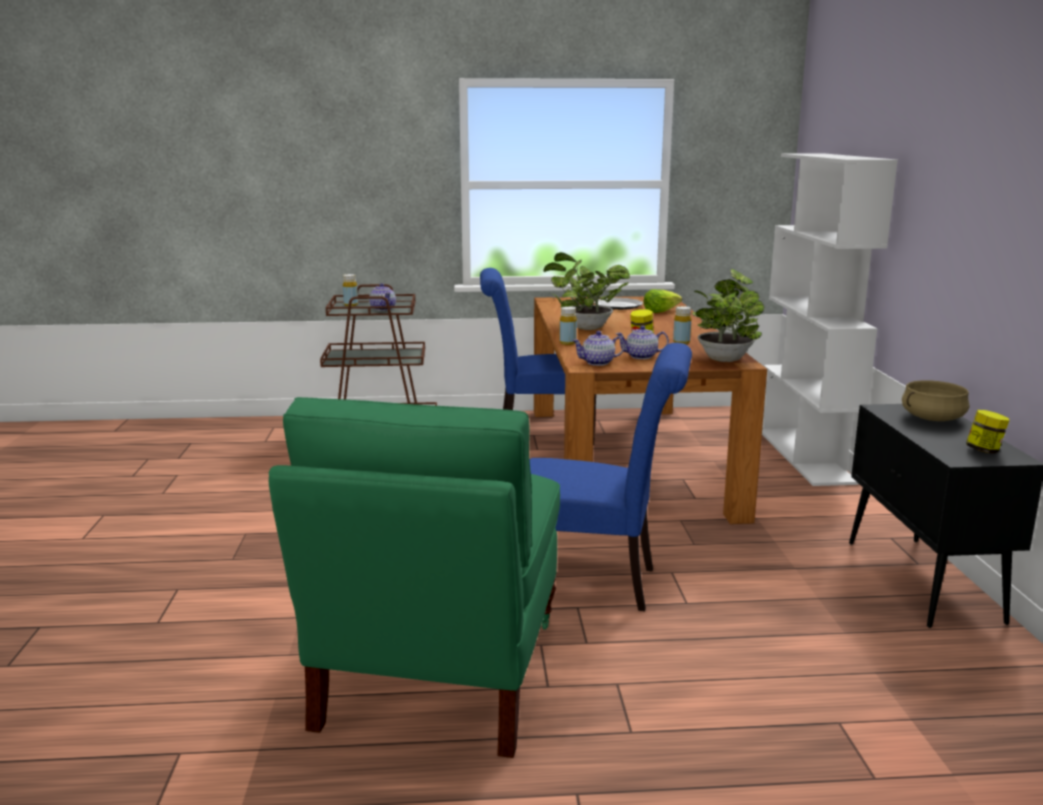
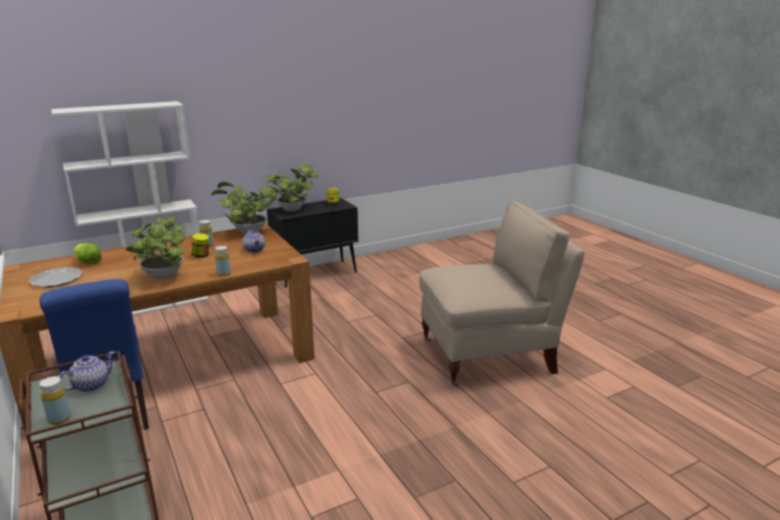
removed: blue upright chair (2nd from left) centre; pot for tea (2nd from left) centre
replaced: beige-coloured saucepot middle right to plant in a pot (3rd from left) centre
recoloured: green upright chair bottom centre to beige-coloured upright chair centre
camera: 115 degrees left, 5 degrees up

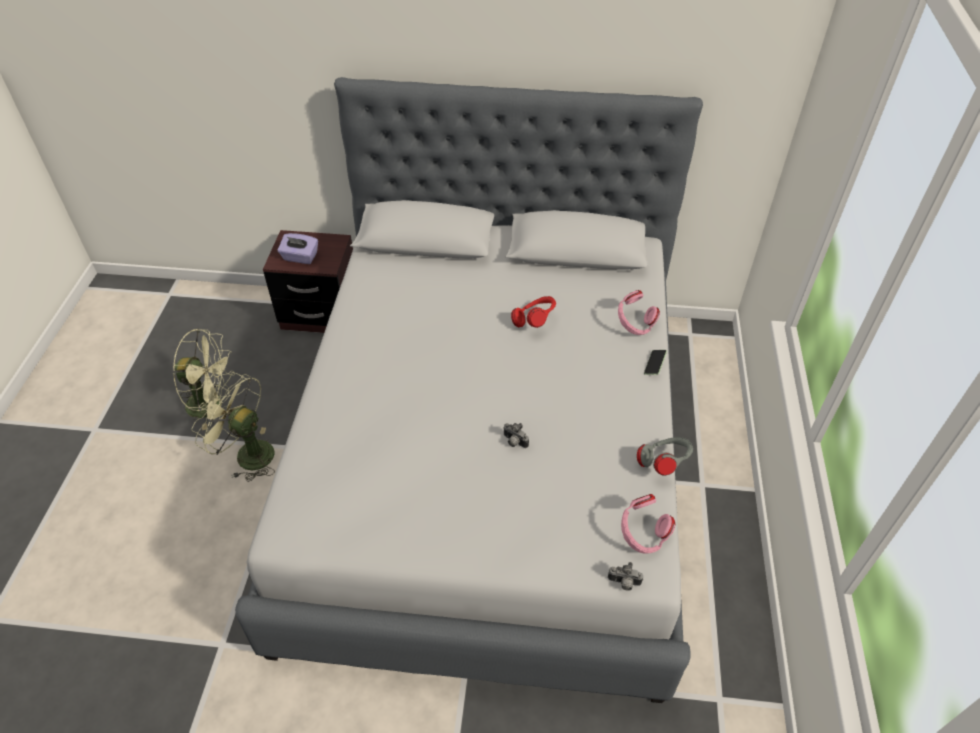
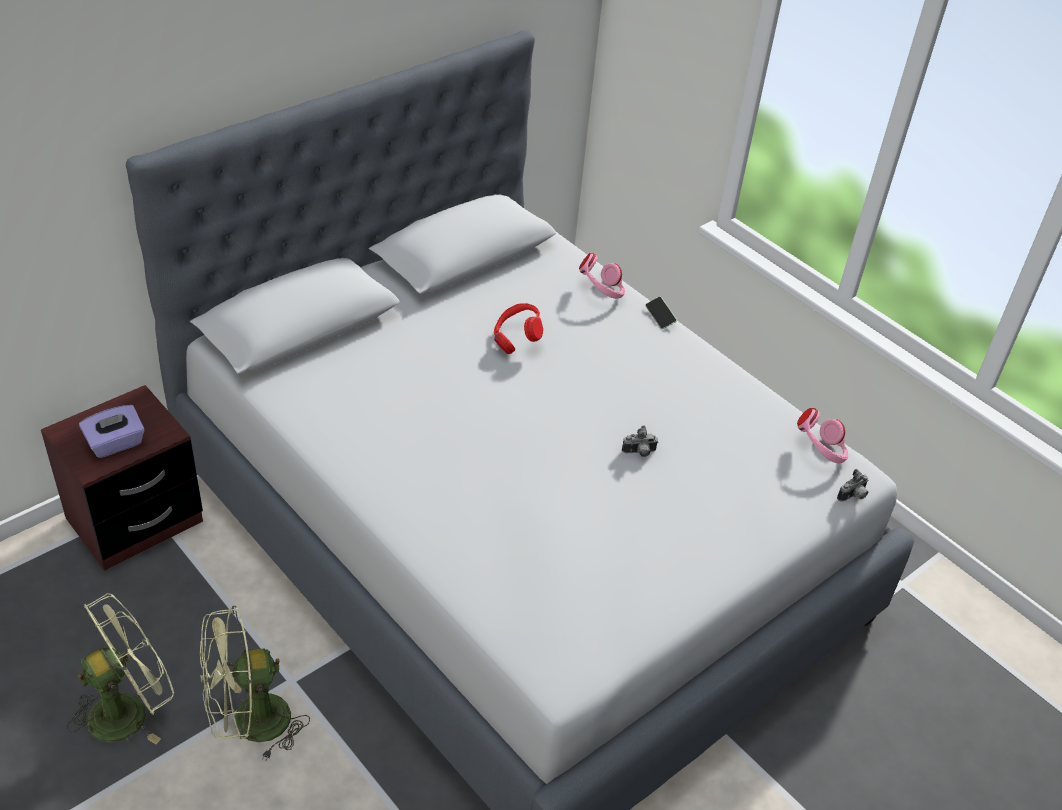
removed: grey headphones middle right
camera: 50 degrees left, 5 degrees down

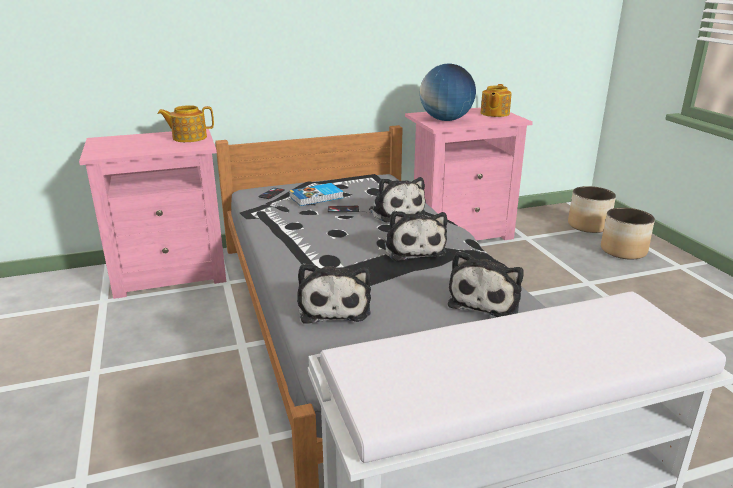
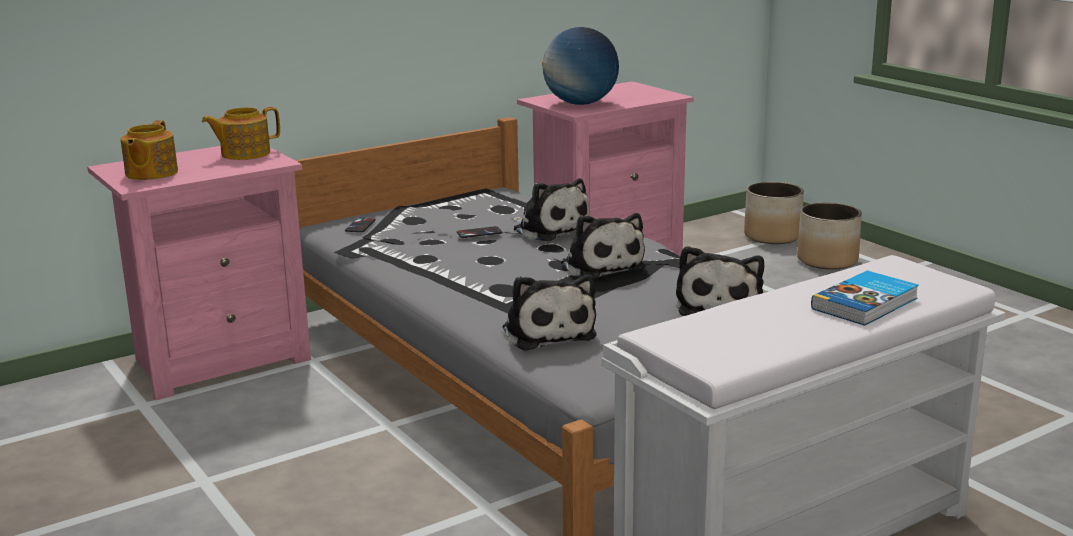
moved: pot for tea (2nd from left in the first image) top right to pot for tea (1st from left) top left; book centre to middle right
camera: 15 degrees left, 5 degrees down

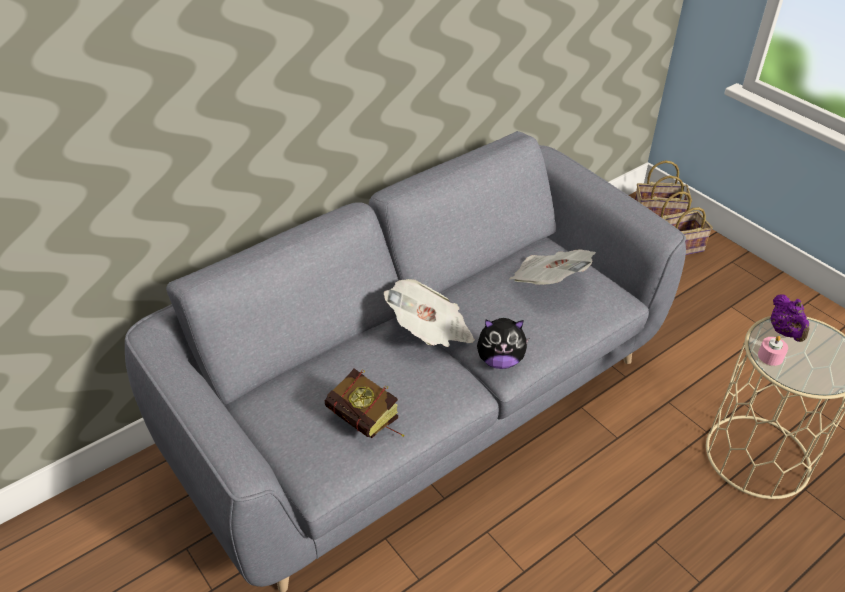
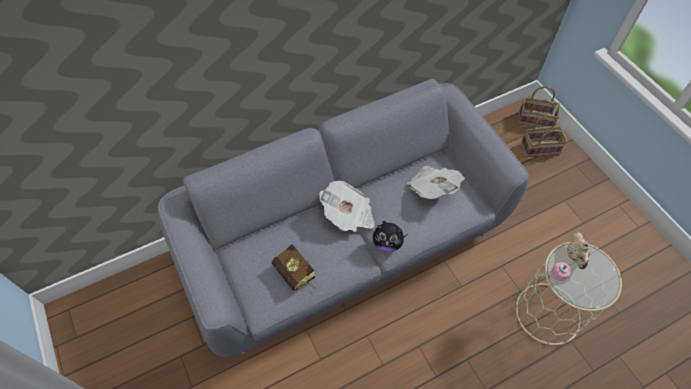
recoloured: purple-coloured pot for tea middle right to beige-coloured pot for tea middle right
camera: 10 degrees right, 15 degrees up

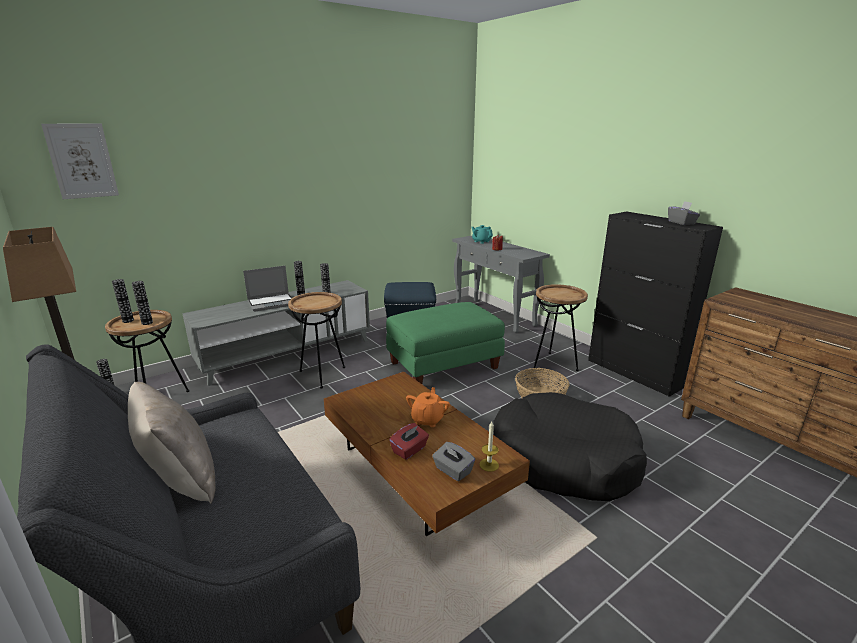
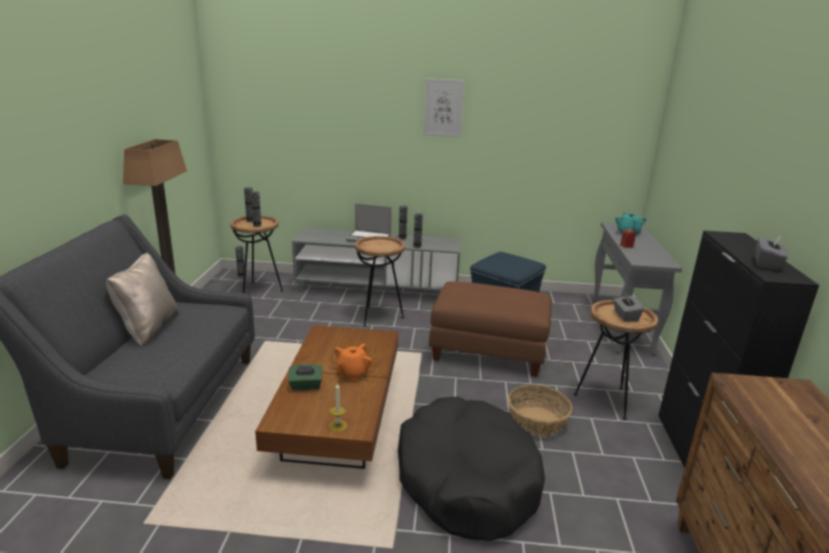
moved: wall art top left to top centre; grey tissue holder (1st from left) bottom centre to middle right
recoloured: red tissue holder bottom centre to green tissue holder bottom centre; green footrest centre to brownish footrest centre
turned: orange-coloured pot for tea centre = centre 150 degrees clockwise
camera: 40 degrees right, 0 degrees up

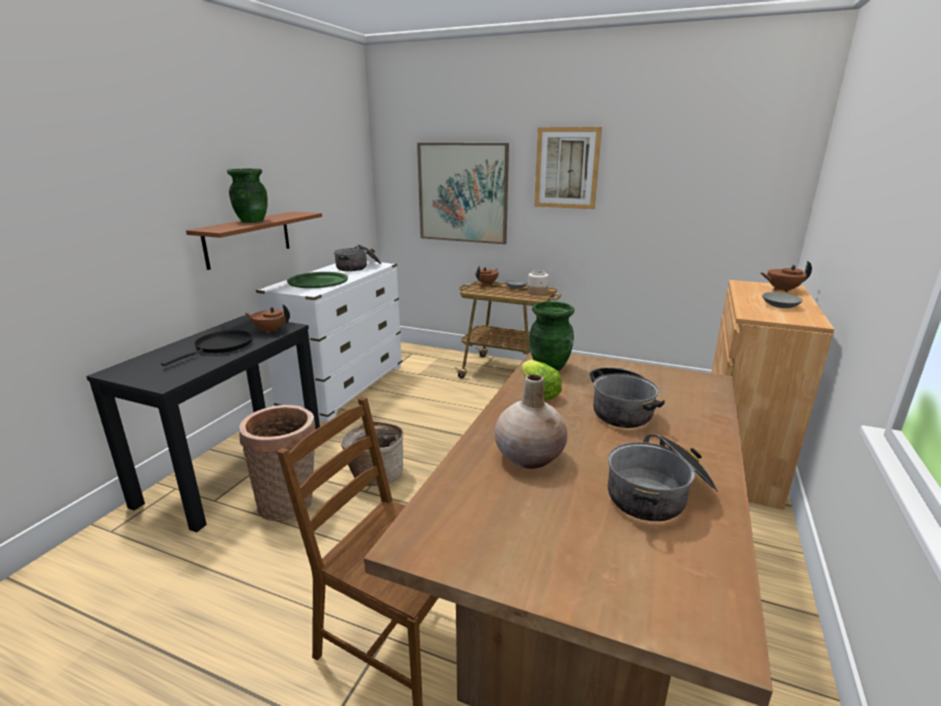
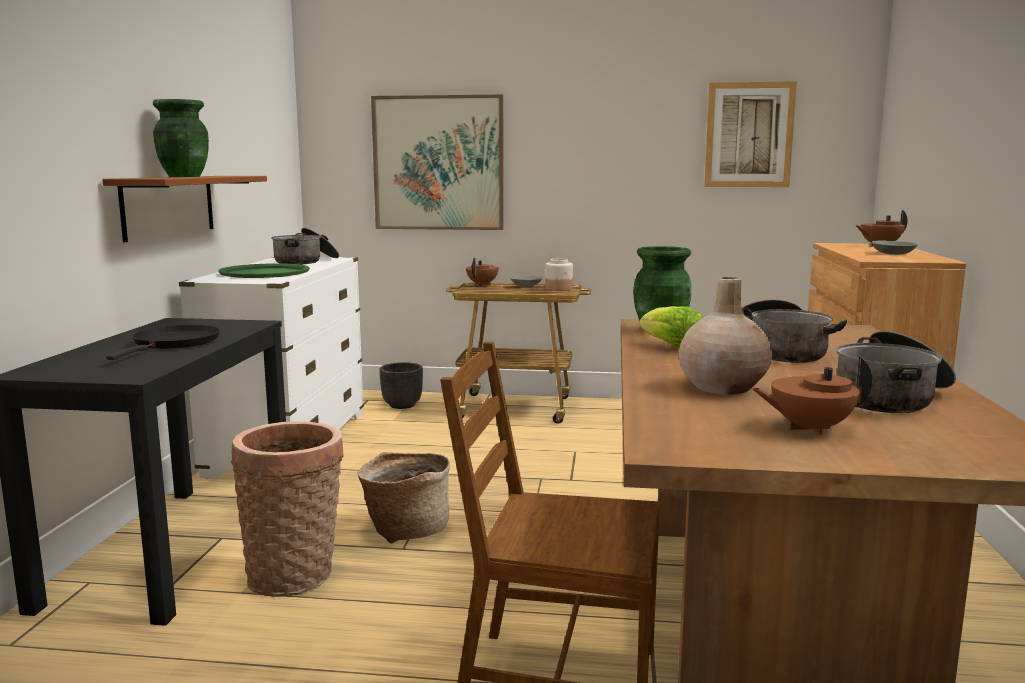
added: black flower pot centre
moved: wall art (2nd from left) top centre to top right; brownish pot for tea (1st from left in the first image) middle left to brownish pot for tea (2nd from left) middle right
camera: 15 degrees left, 10 degrees down

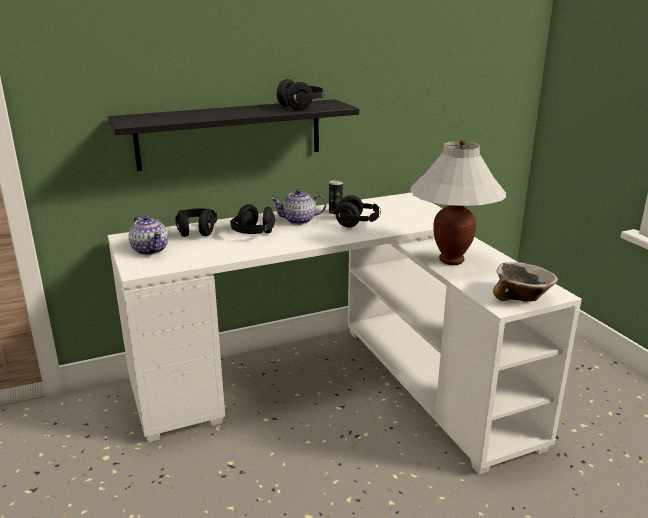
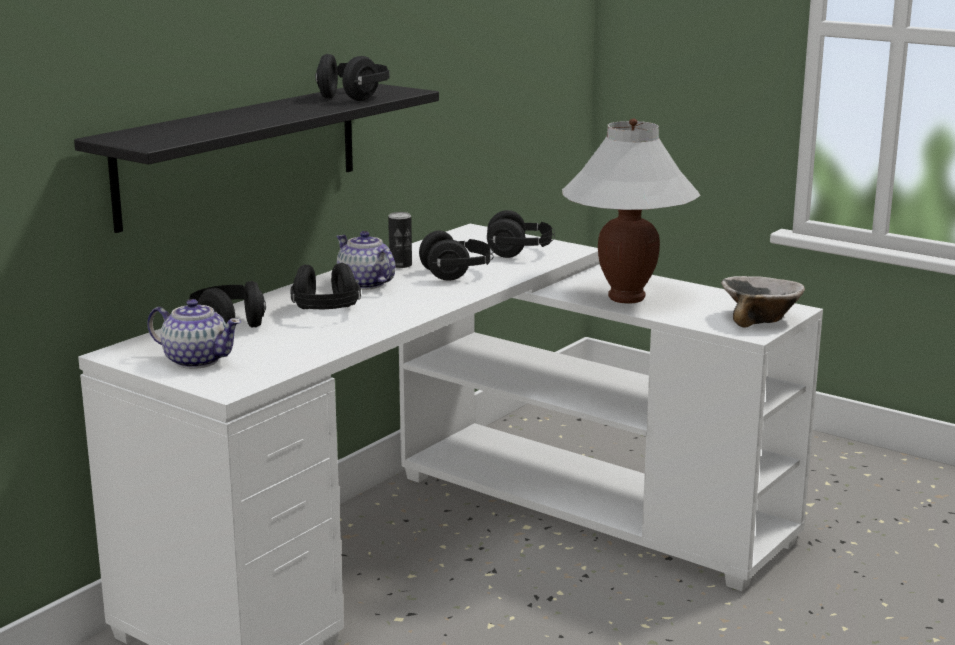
added: black headphones (5th from left) centre
turned: pot for tea (2nd from left) centre = centre 90 degrees clockwise
camera: 30 degrees left, 5 degrees down

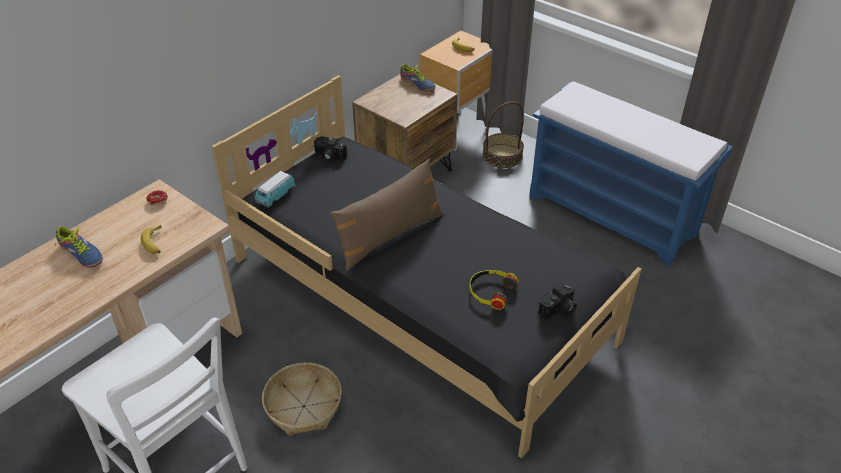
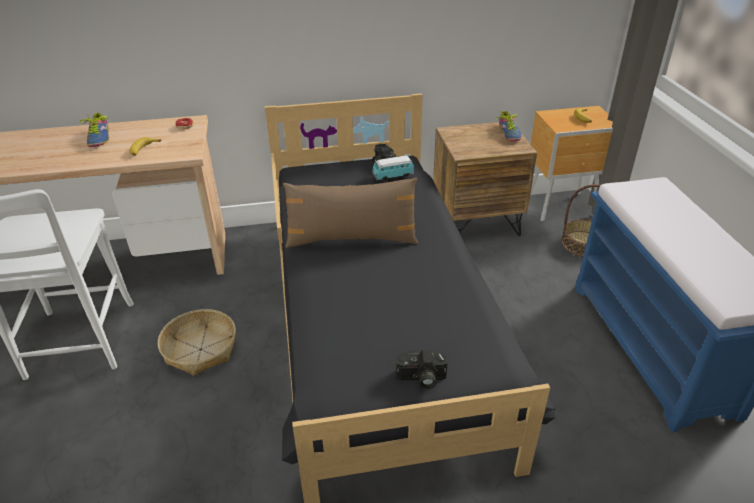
removed: headphones centre
moved: miniature car middle left to centre
camera: 40 degrees right, 5 degrees down

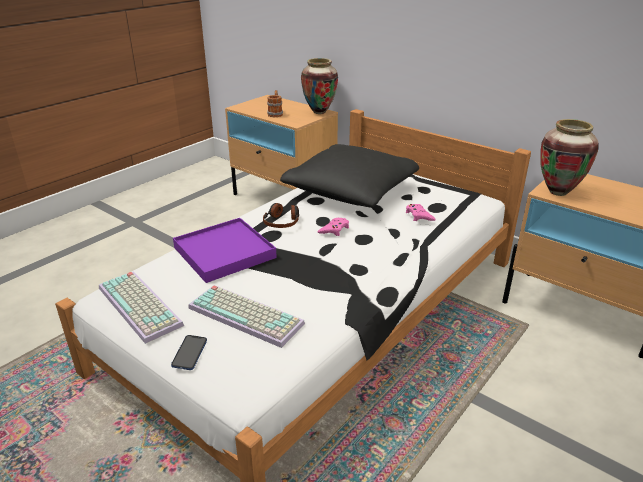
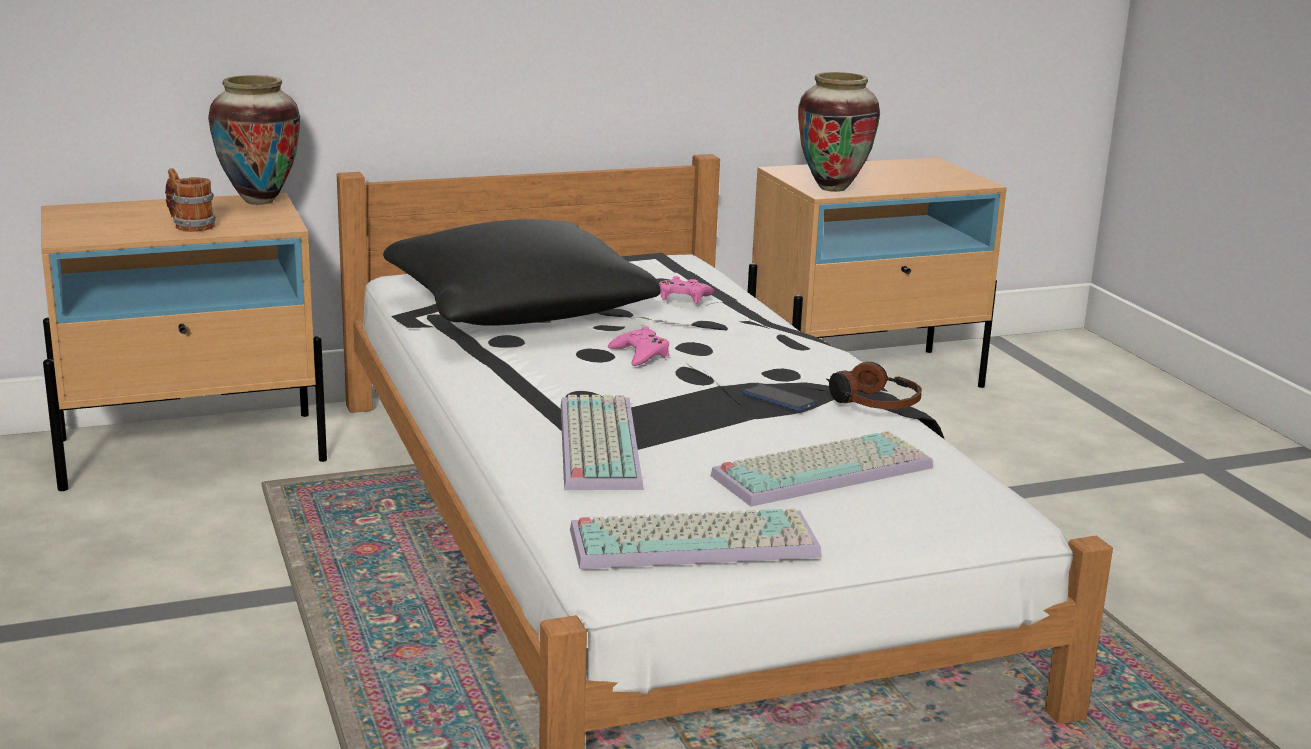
moved: handset bottom left to centre; headphones centre to middle right
replaced: purple-coloured carrying tray centre to computer keyboard (1st from left) centre
camera: 60 degrees left, 10 degrees down

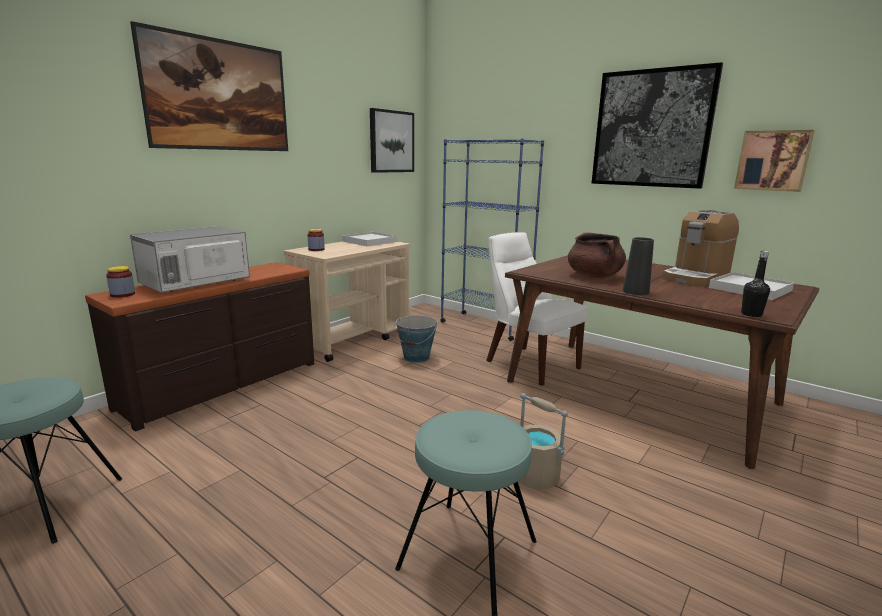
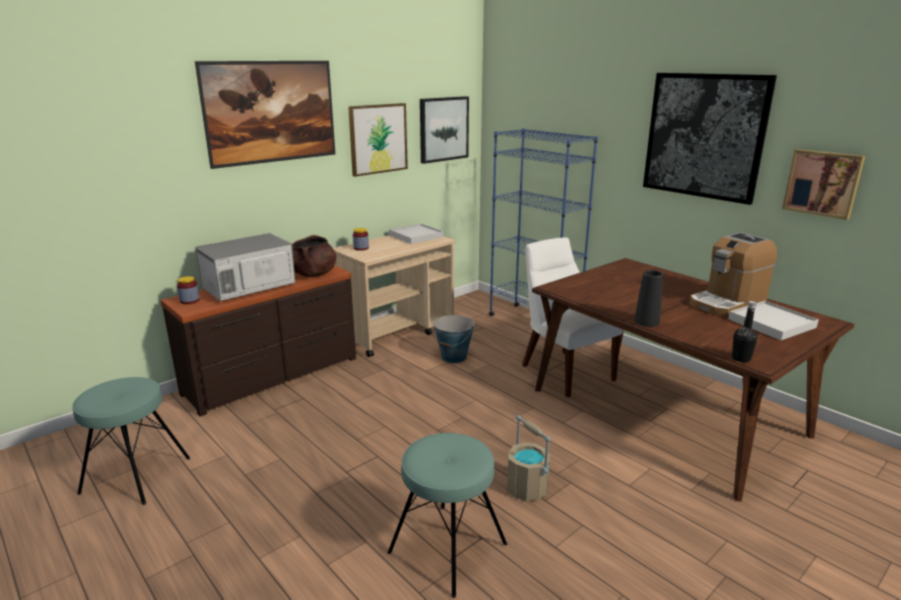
added: wall art (2nd from left) top centre
moved: brownish saucepot middle right to centre
camera: 10 degrees right, 5 degrees up

